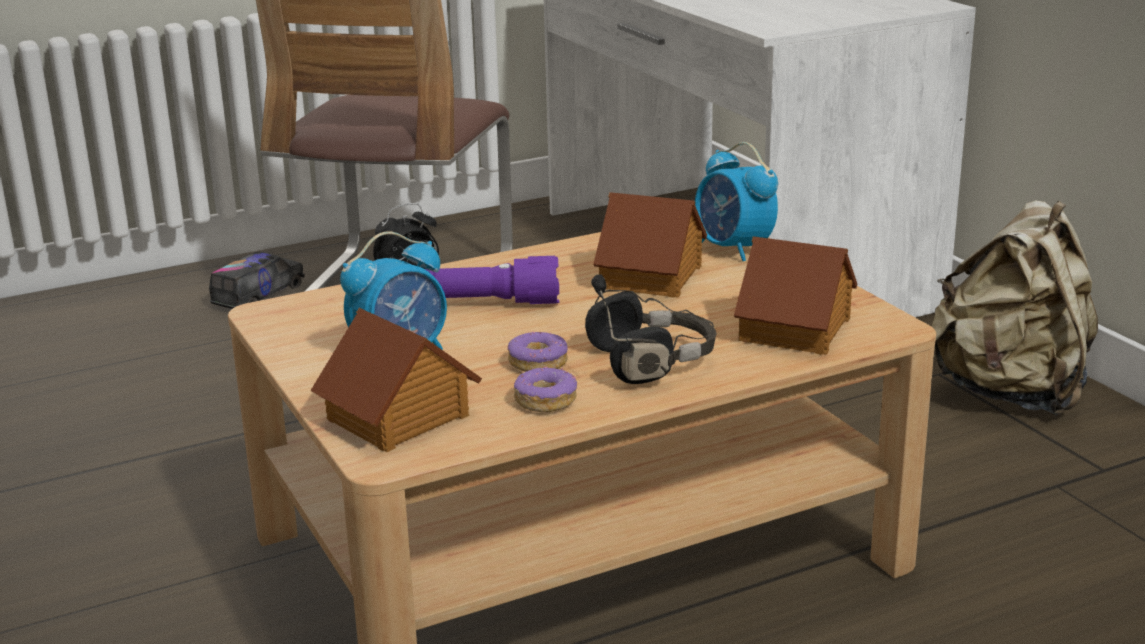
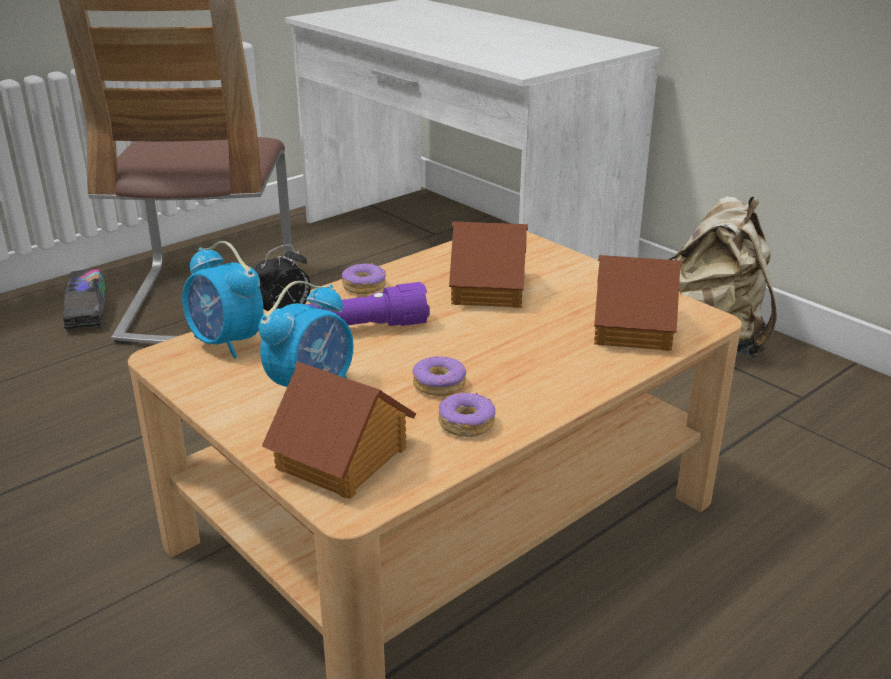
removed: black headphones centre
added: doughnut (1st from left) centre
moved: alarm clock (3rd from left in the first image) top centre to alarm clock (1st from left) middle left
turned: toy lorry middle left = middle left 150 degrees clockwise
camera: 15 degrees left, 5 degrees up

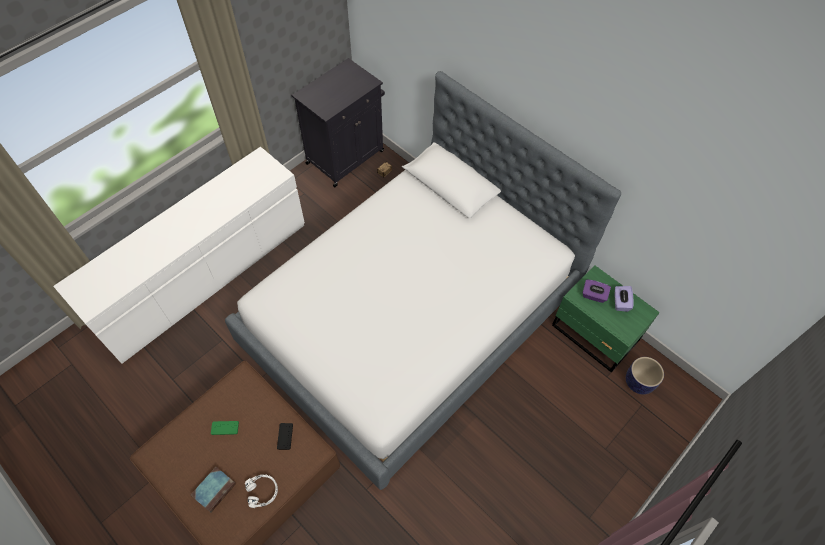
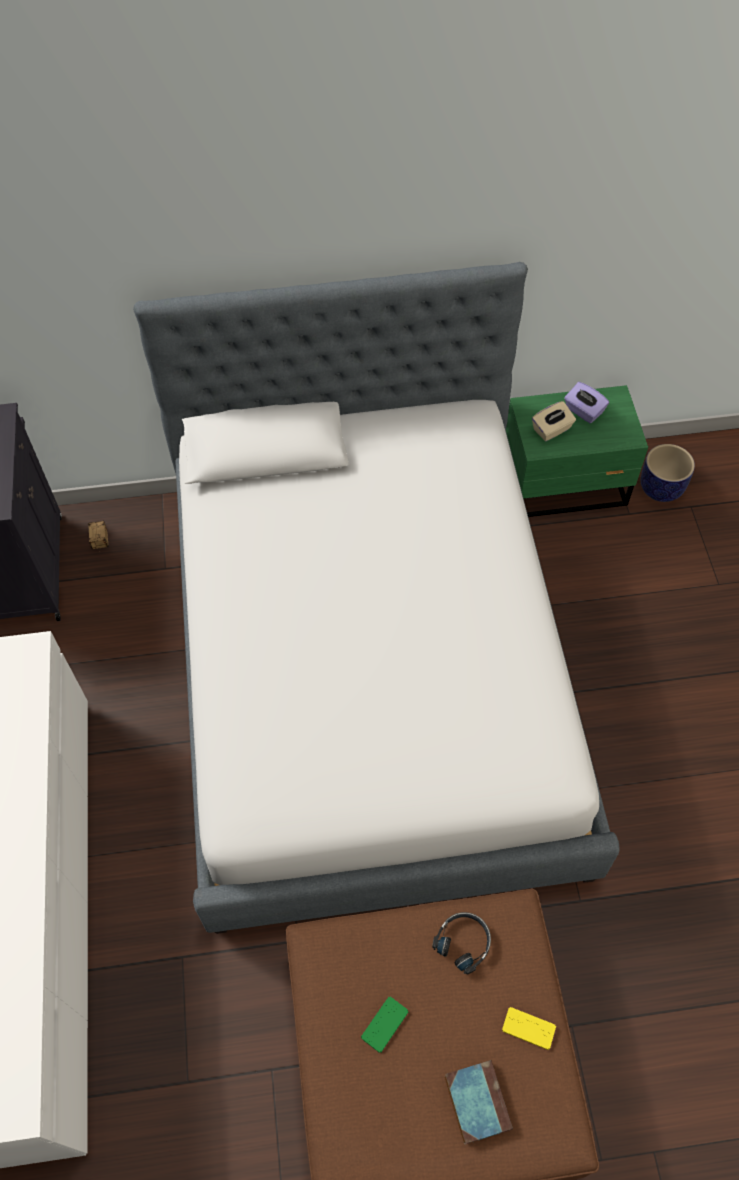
replaced: black gamepad bottom centre to black headphones bottom centre; whitish headphones bottom left to yellow gamepad bottom right
recoloured: purple-coloured tissue holder (1st from left) middle right to beige-coloured tissue holder middle right
camera: 50 degrees left, 0 degrees up

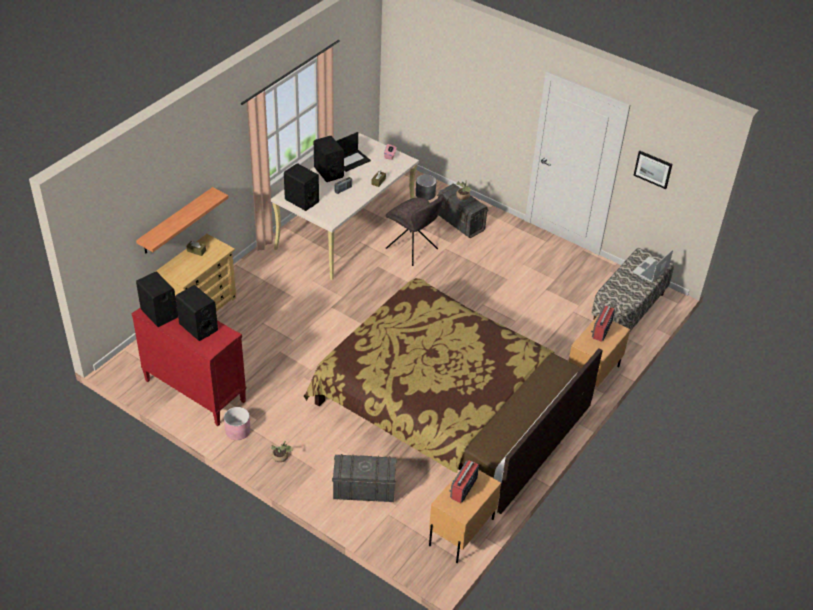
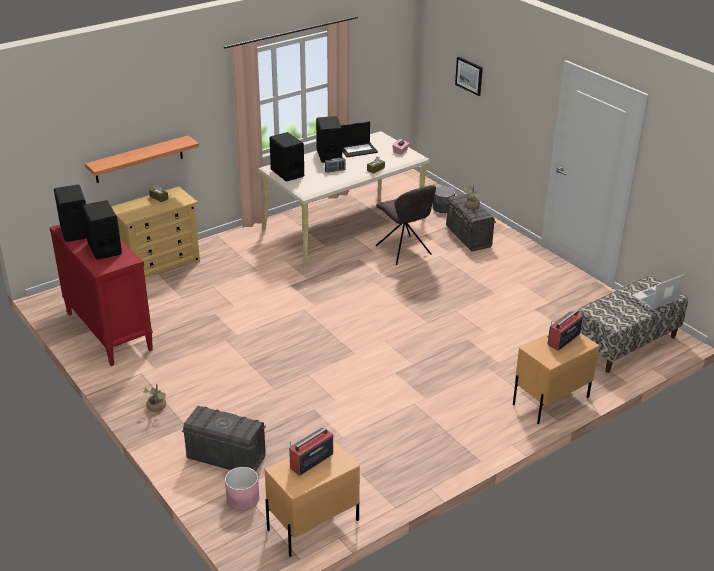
removed: bedroom bed centre
moved: pink-coloured flower pot bottom left to bottom centre; wall art top right to top centre
camera: 20 degrees right, 10 degrees down

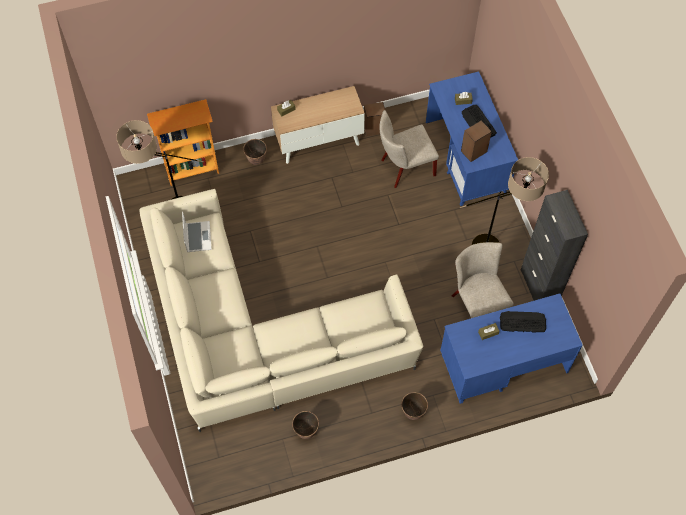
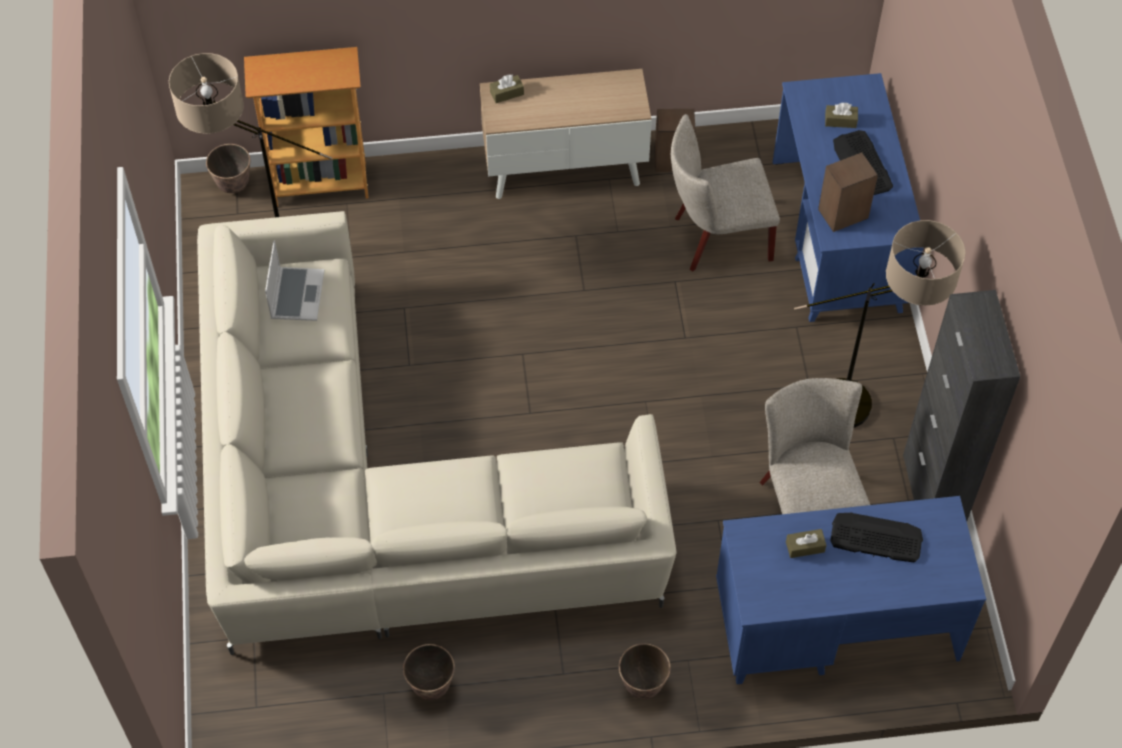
moved: flower pot (1st from left) top centre to top left
camera: 10 degrees right, 5 degrees down

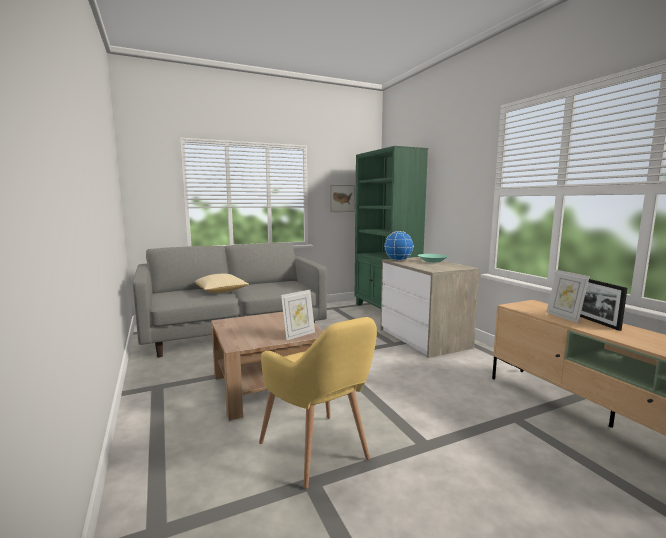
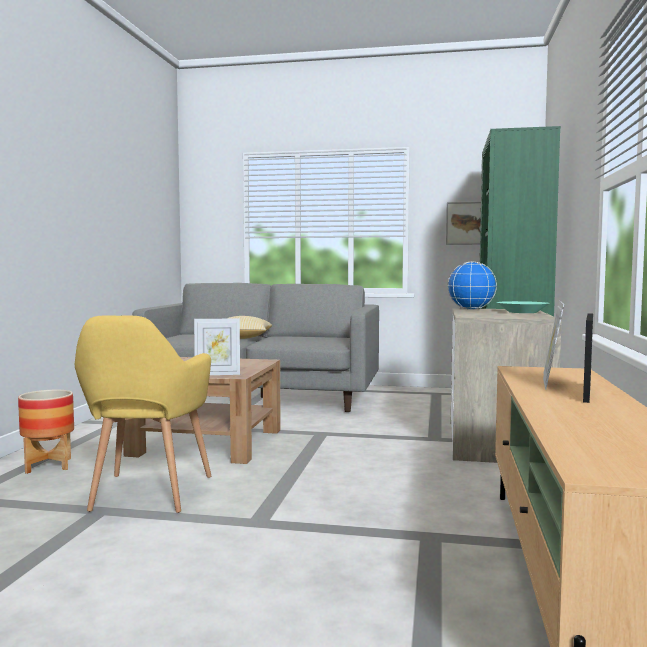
added: flower pot bottom left
camera: 35 degrees right, 5 degrees down

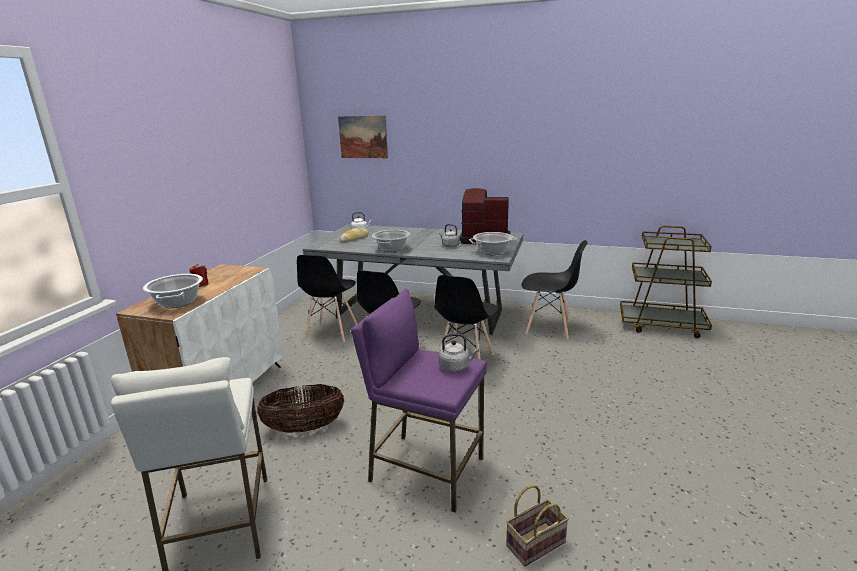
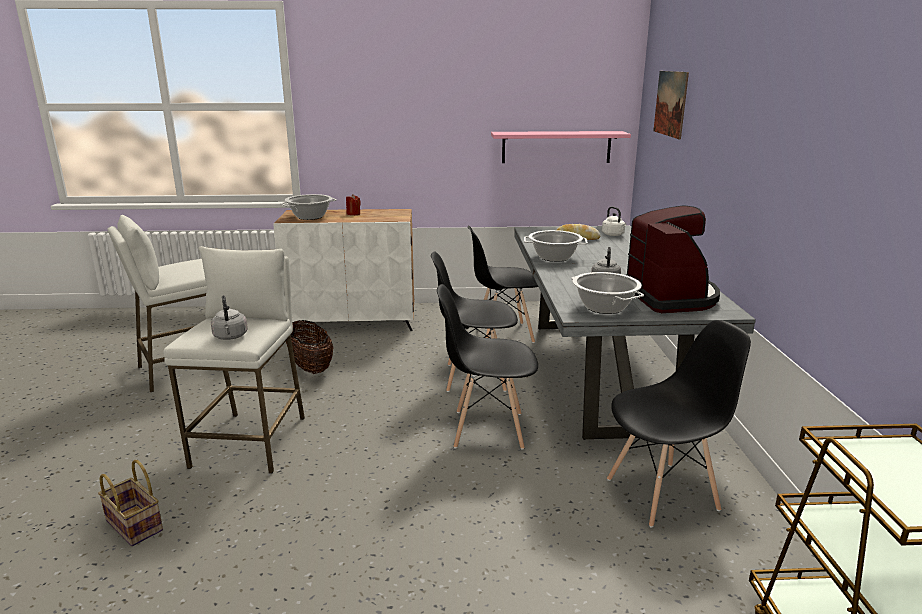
added: pink-coloured wall shelf top centre
recoloured: purple-coloured sitting stool bottom centre to whitish sitting stool (2nd from left) middle left
turned: black upright chair (4th from left) centre = bottom right 105 degrees counterclockwise
camera: 70 degrees right, 0 degrees up

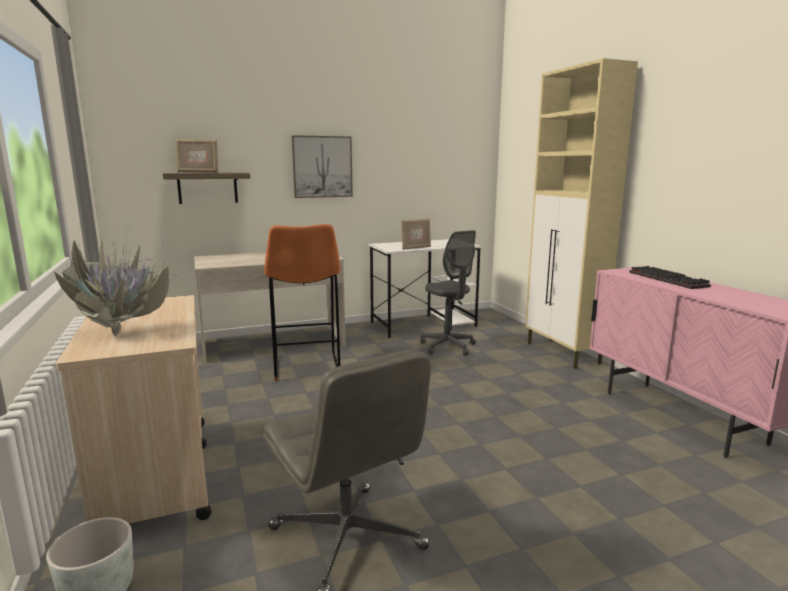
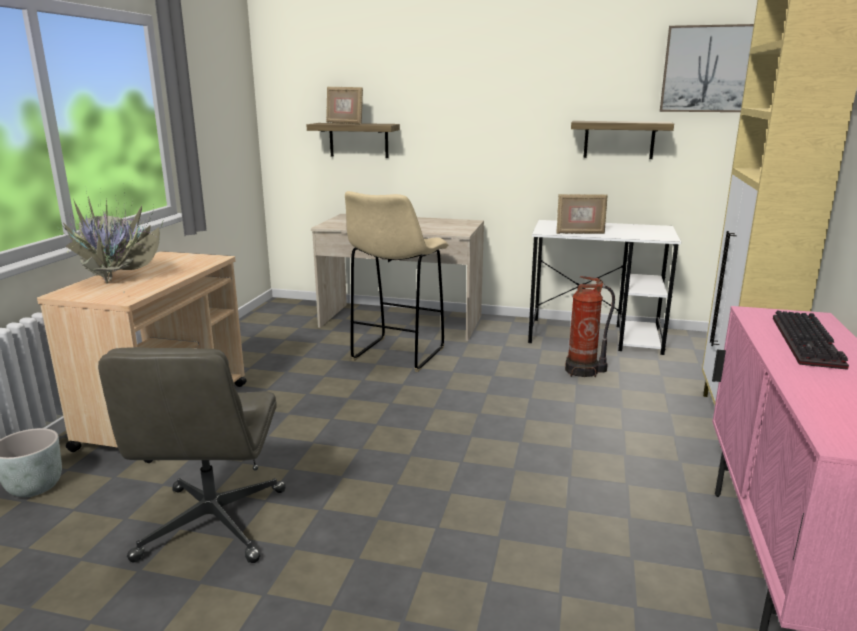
added: wall shelf (2nd from left) top right
moved: wall art top centre to top right
replaced: grey computer chair (2nd from left) centre to fire-fighting cylinder middle right
recoloured: orange-coloured sitting stool centre to beige-coloured sitting stool centre
camera: 35 degrees right, 5 degrees up

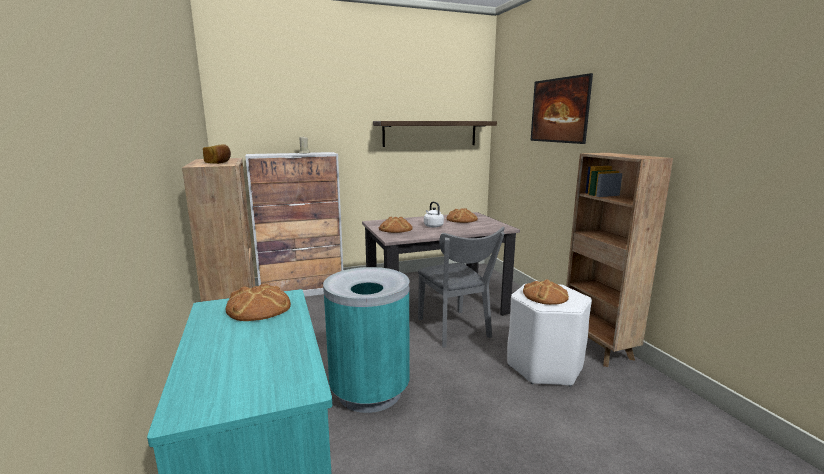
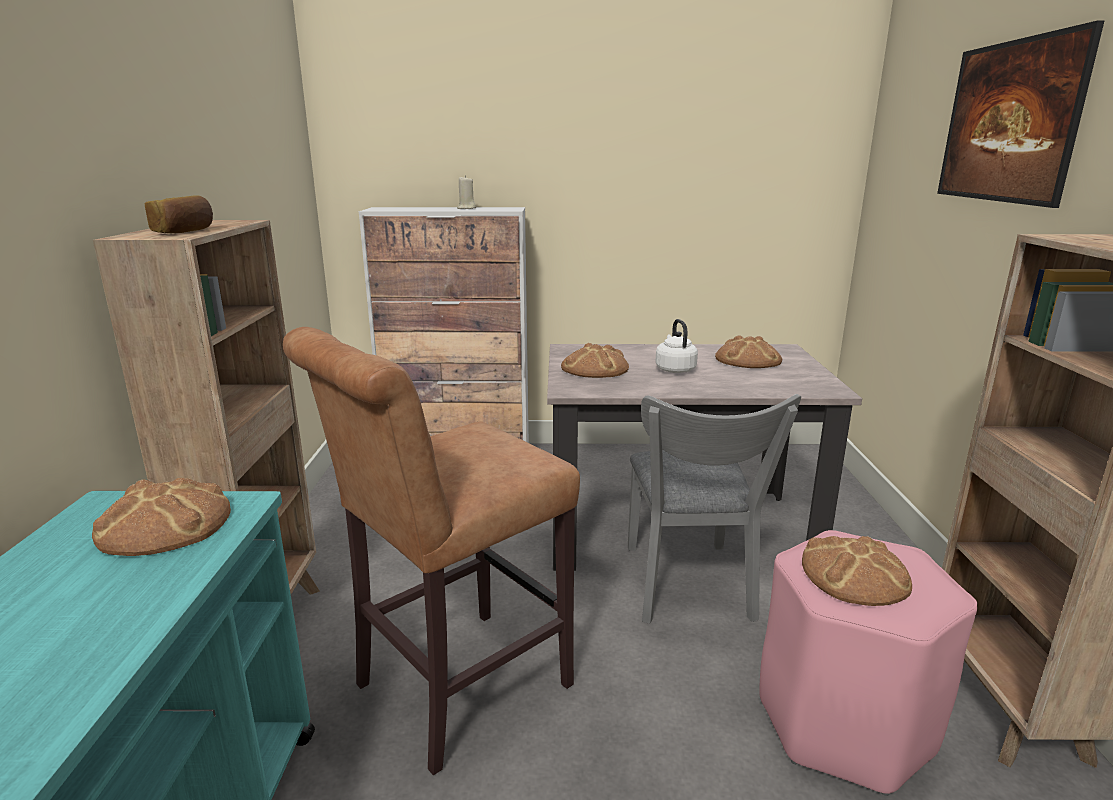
removed: wall shelf top centre
replaced: turquoise rubbish bin bottom centre to brownish sitting stool bottom centre
recoloured: whitish sitting stool bottom centre to pink-coloured sitting stool bottom right
camera: 20 degrees right, 5 degrees up

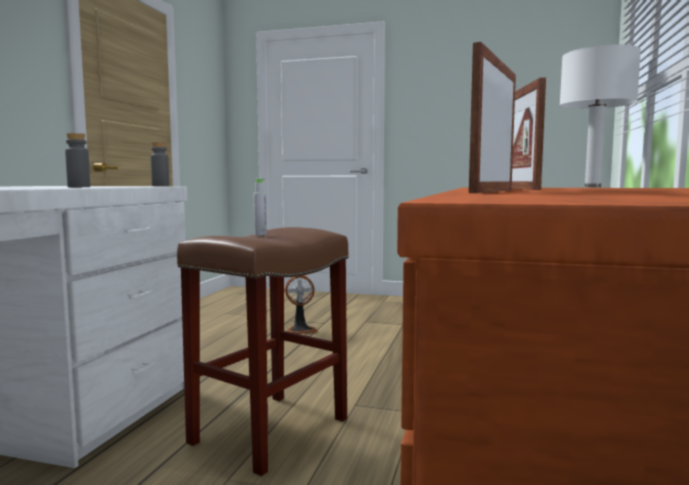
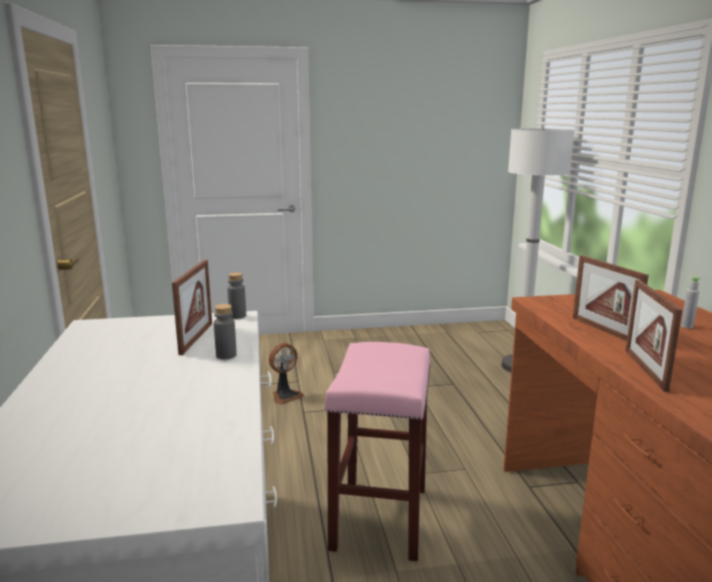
added: picture frame (1st from left) middle left
moved: grey beverage bottle (3rd from left) centre to middle right
recoloured: brownish sitting stool bottom centre to pink-coloured sitting stool bottom centre
camera: 25 degrees left, 10 degrees up

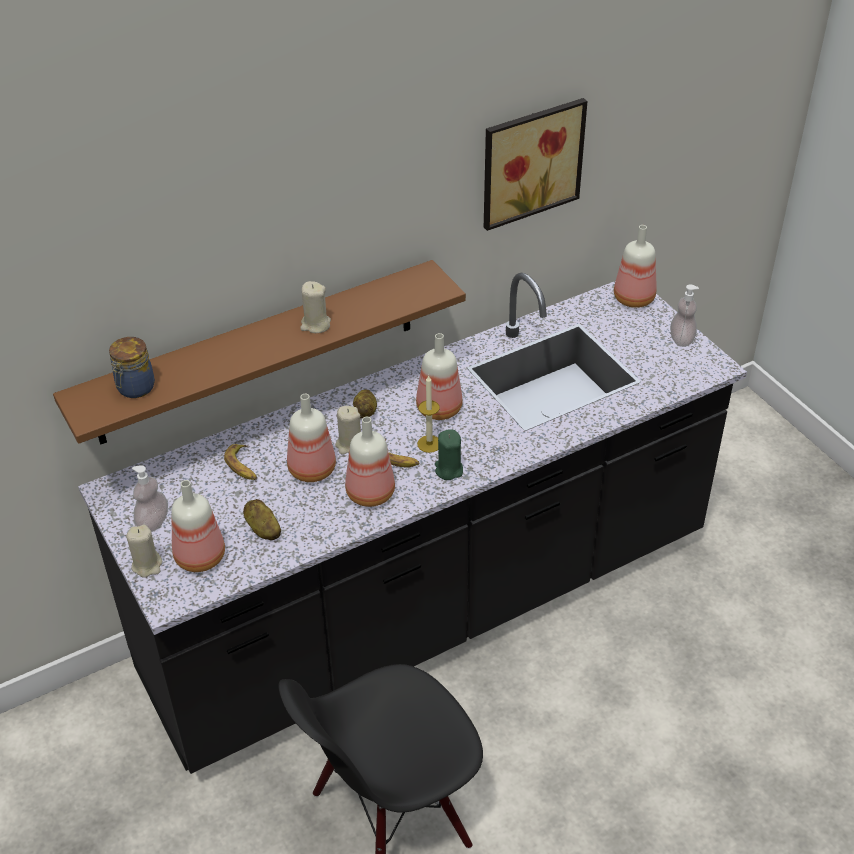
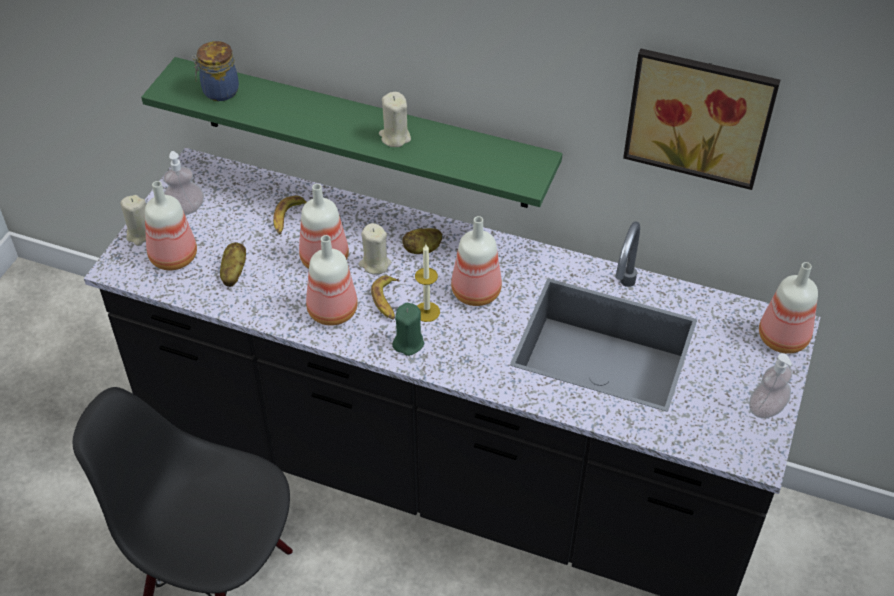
recoloured: brownish wall shelf middle left to green wall shelf top centre
camera: 50 degrees right, 5 degrees up

